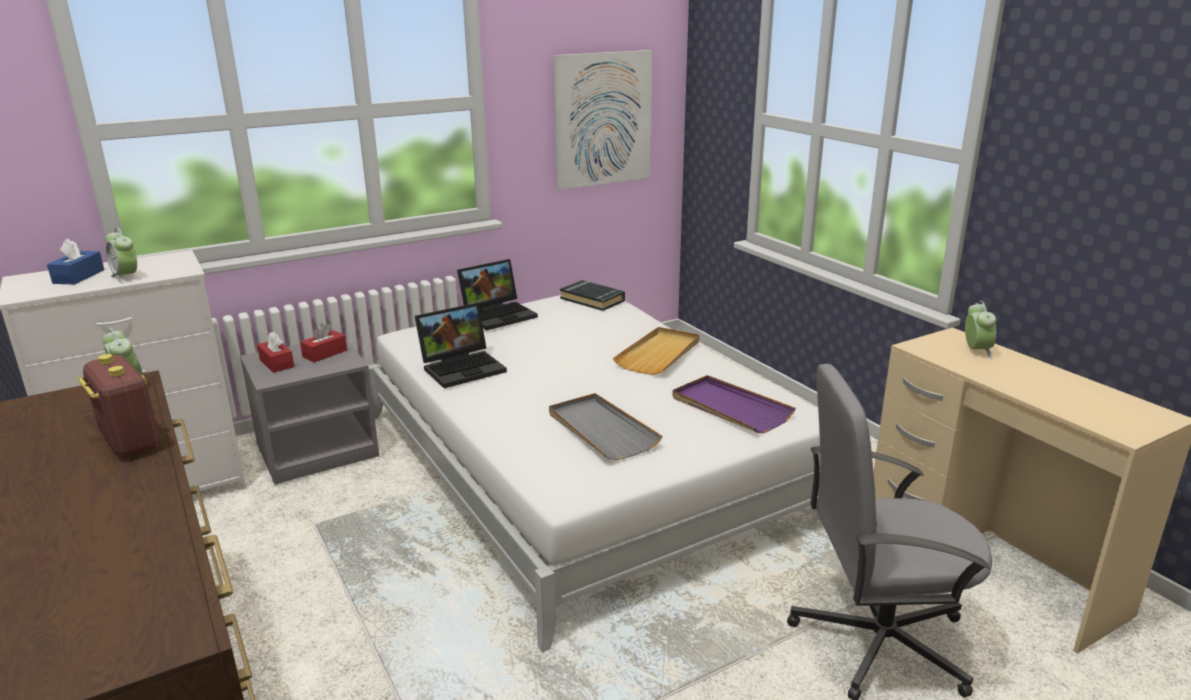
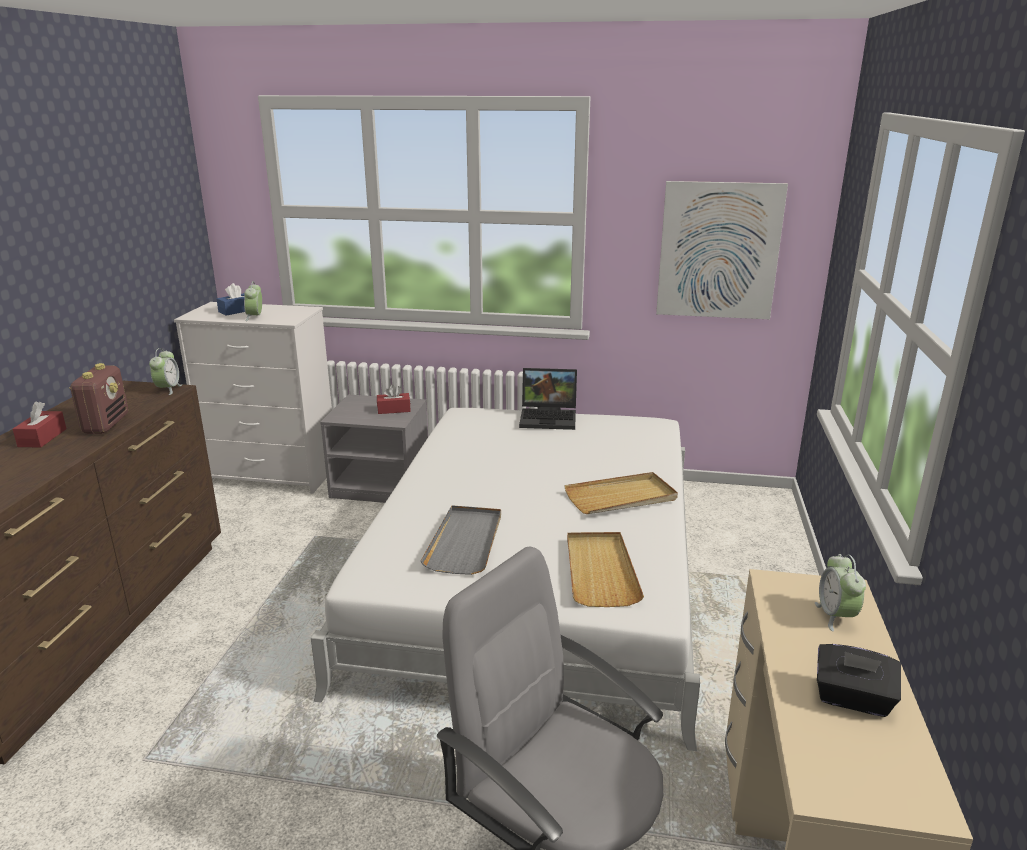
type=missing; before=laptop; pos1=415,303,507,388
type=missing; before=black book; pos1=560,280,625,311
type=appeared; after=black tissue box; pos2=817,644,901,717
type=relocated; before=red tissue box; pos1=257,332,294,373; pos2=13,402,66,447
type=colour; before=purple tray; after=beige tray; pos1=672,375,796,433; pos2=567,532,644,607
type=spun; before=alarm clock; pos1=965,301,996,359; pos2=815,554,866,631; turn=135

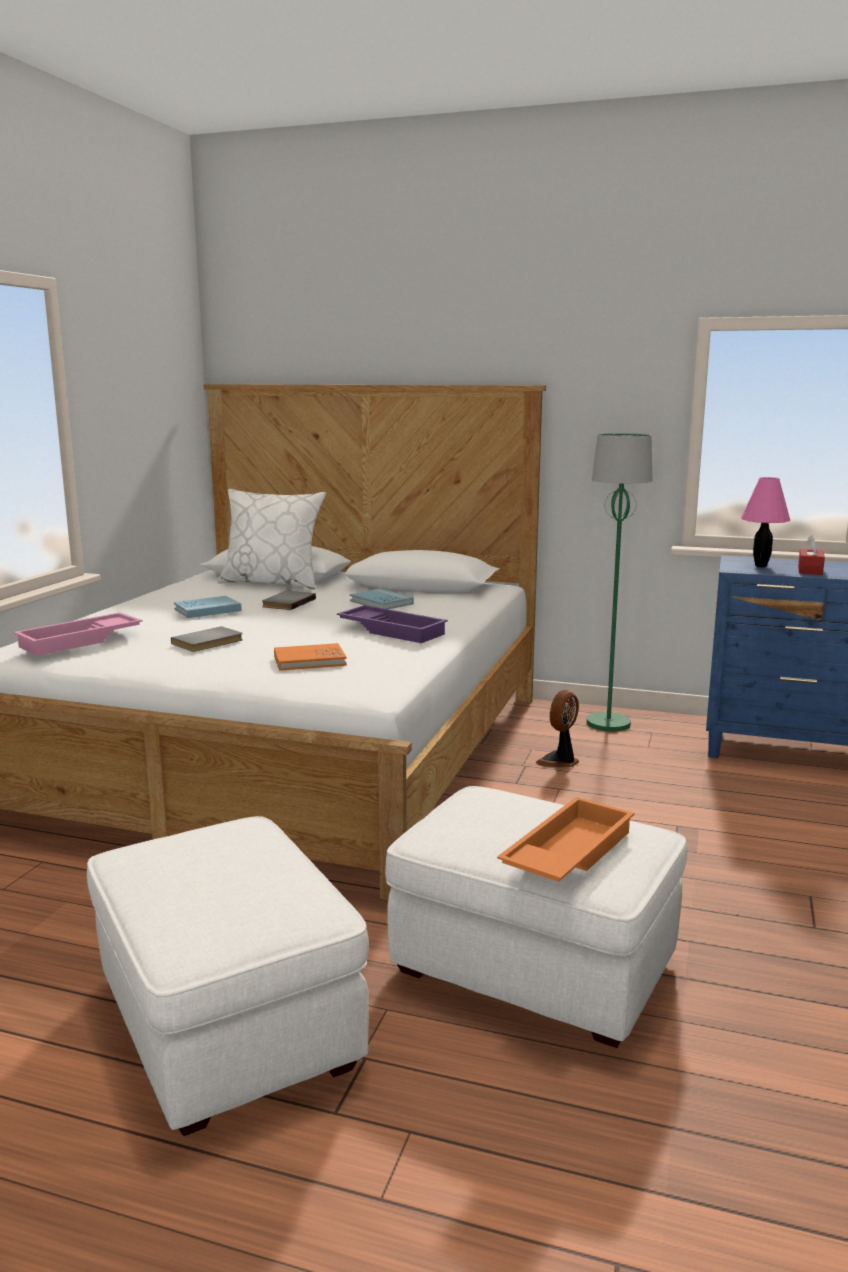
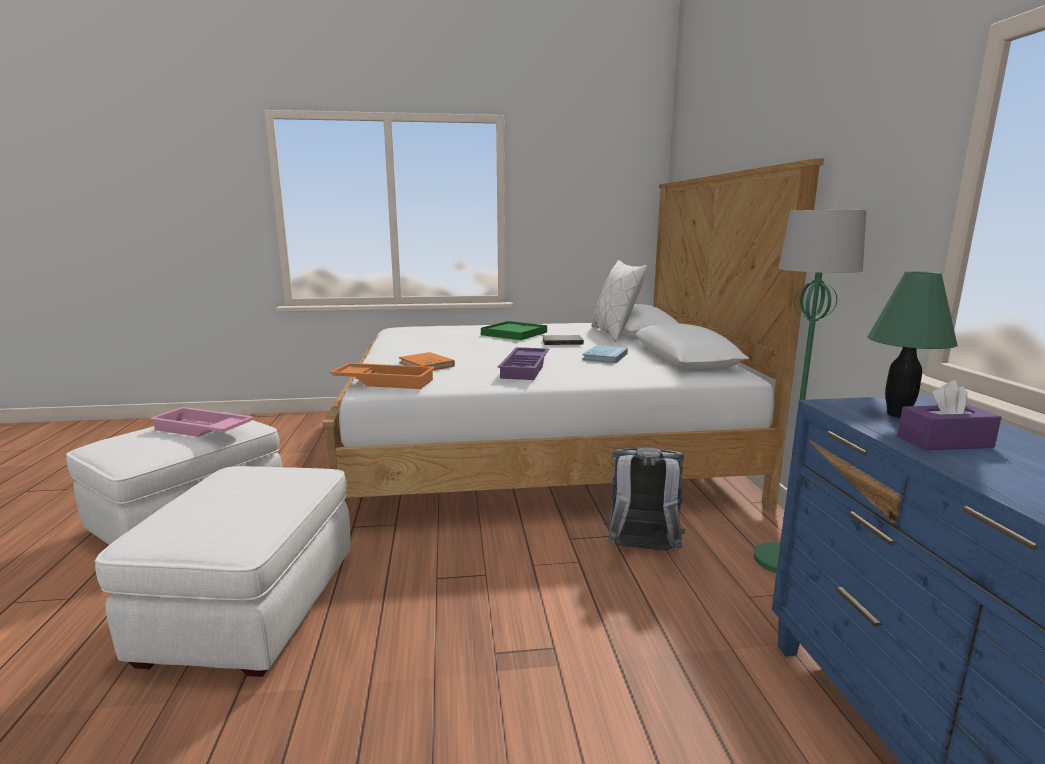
type=missing; before=grey book; pos1=171,626,243,652
type=relocated; before=pink tray; pos1=14,612,143,656; pos2=149,407,254,437
type=relocated; before=orange tray; pos1=497,797,635,882; pos2=329,363,435,389
type=exchanged; before=blue book; after=green tray; pos1=174,596,242,618; pos2=481,321,547,340
type=exchanged; before=fan; after=grey backpack; pos1=536,690,579,767; pos2=603,447,685,551
type=colour; before=pink table lamp; after=green table lamp; pos1=741,477,790,567; pos2=867,271,958,418
type=colour; before=red tissue box; after=purple tissue box; pos1=798,535,825,575; pos2=897,380,1002,450

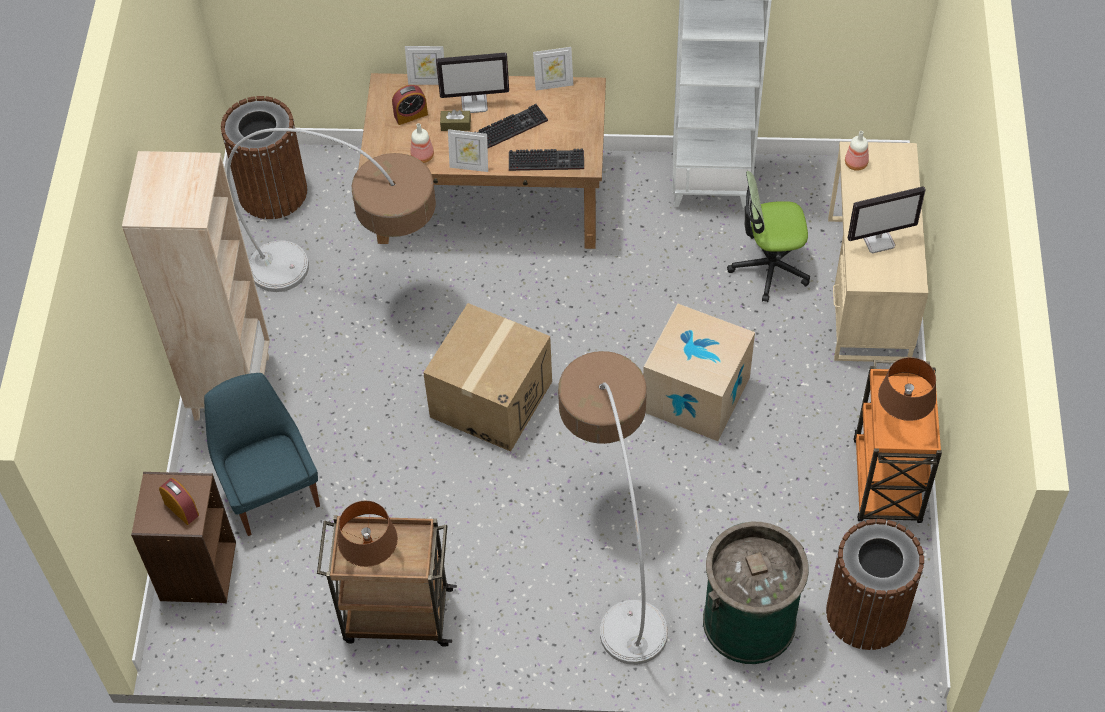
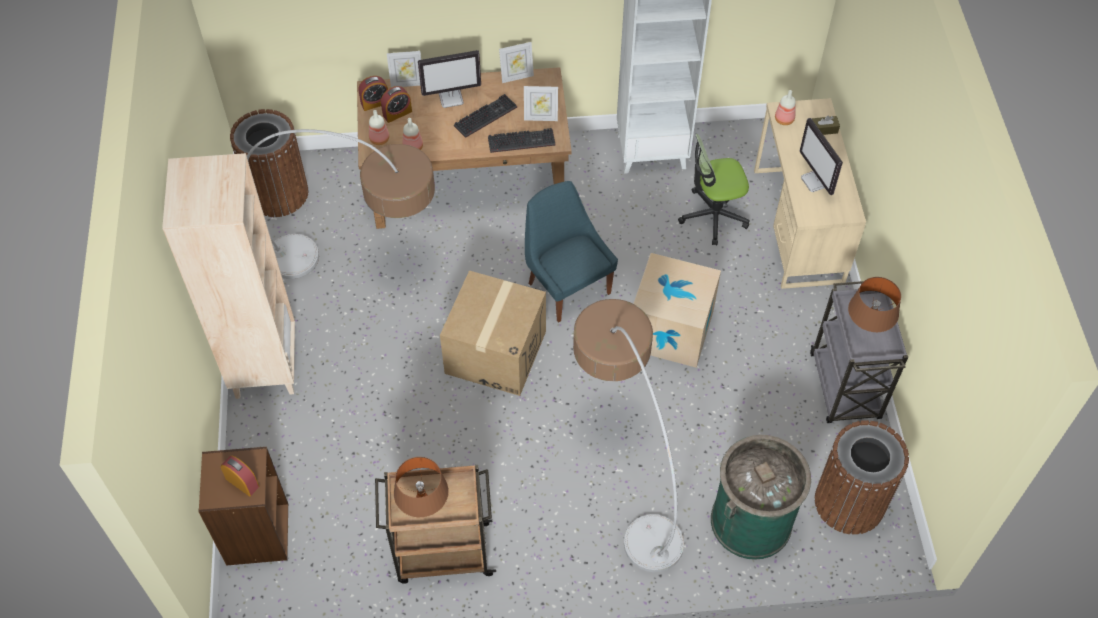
type=appeared; after=alarm clock; pos2=358,76,388,111
type=appeared; after=bottle; pos2=369,110,389,145
type=relocated; before=blue chair; pos1=204,373,320,536; pos2=525,181,618,322
type=relocated; before=brown tissue box; pos1=440,109,471,131; pos2=812,116,840,135
type=relocated; before=picture frame; pos1=448,129,488,172; pos2=524,86,558,121
type=colour; before=orange cart; after=grey cart; pos1=853,360,942,523; pos2=810,281,908,423
type=spun; before=monitor; pos1=848,186,926,253; pos2=799,118,843,195; turn=90

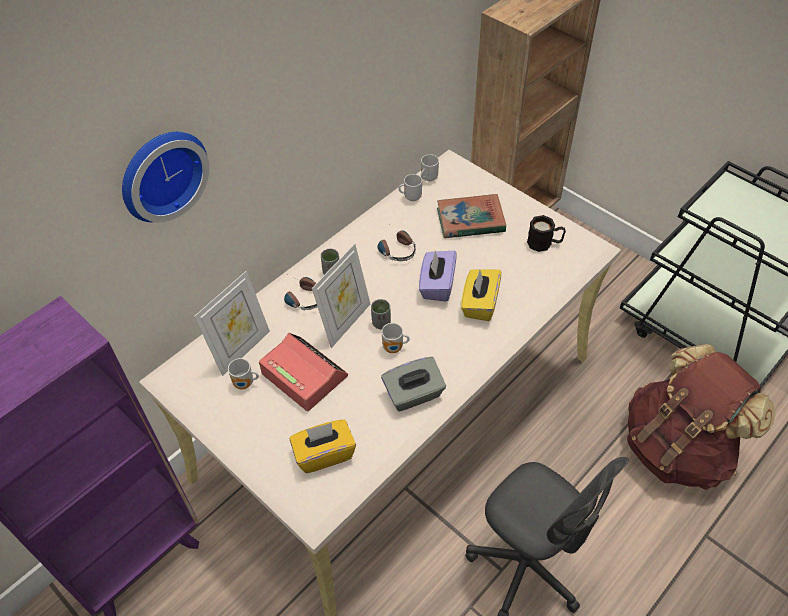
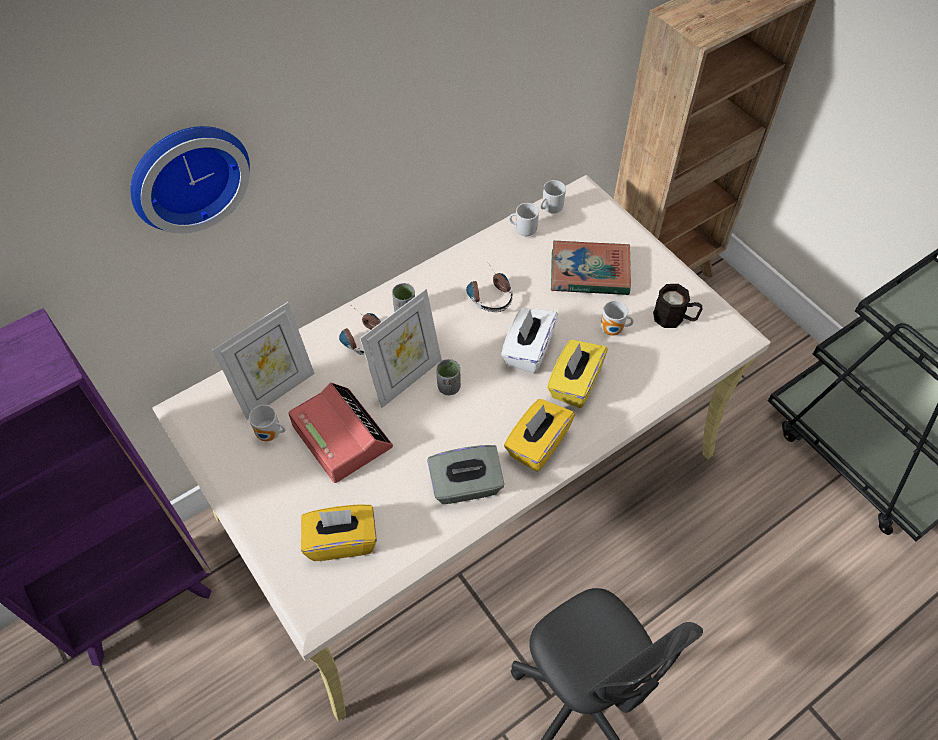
type=missing; before=brown backpack; pos1=627,344,776,490
type=appeared; after=yellow tissue box; pos2=504,399,575,472
type=relocated; before=mug; pos1=382,323,410,353; pos2=601,300,634,336
type=colour; before=purple tissue box; after=white tissue box; pos1=419,250,457,302; pos2=501,307,558,373

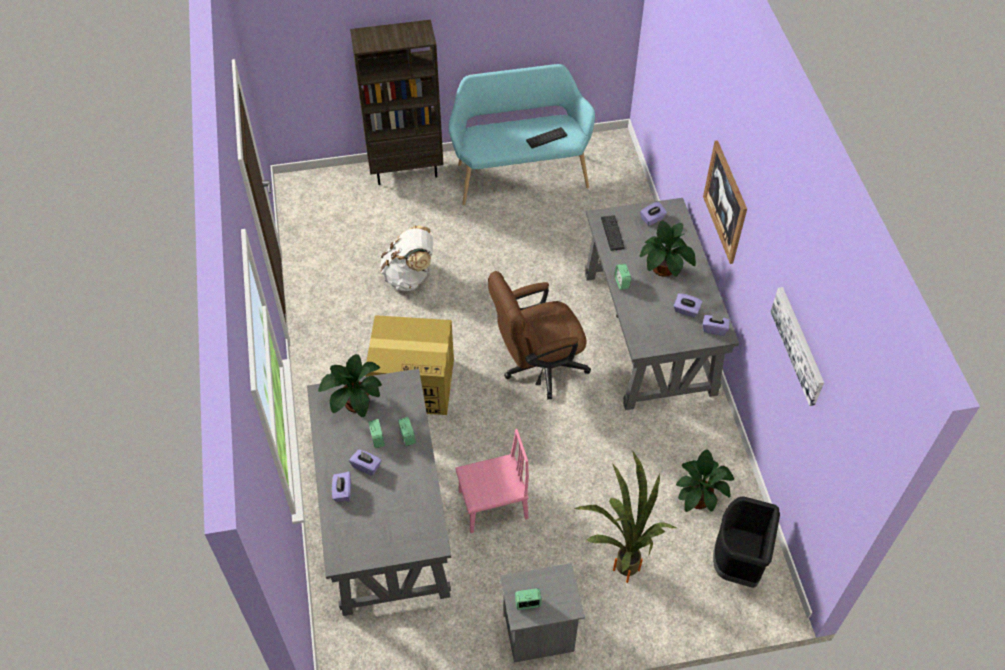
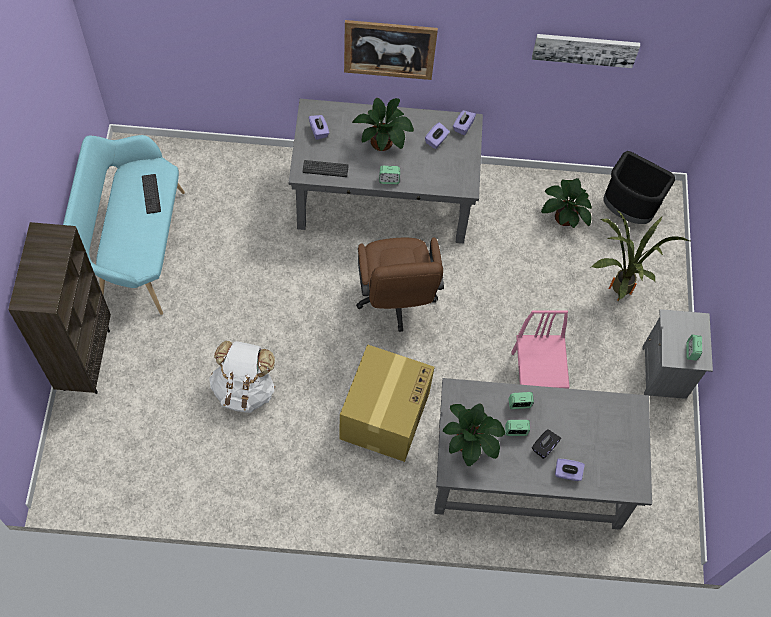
type=colour; before=purple tissue box; after=black tissue box; pos1=349,449,382,476; pos2=532,429,561,459

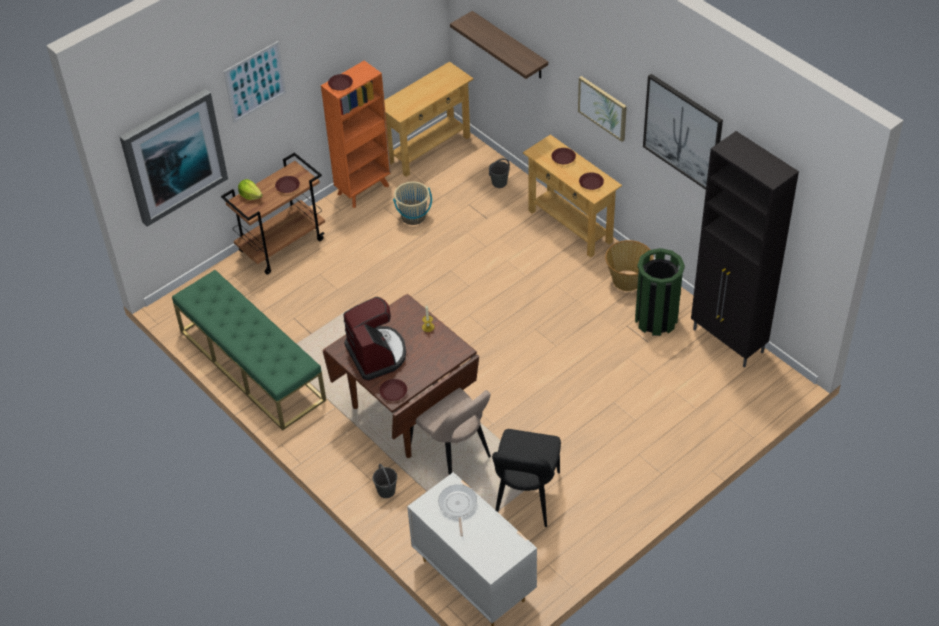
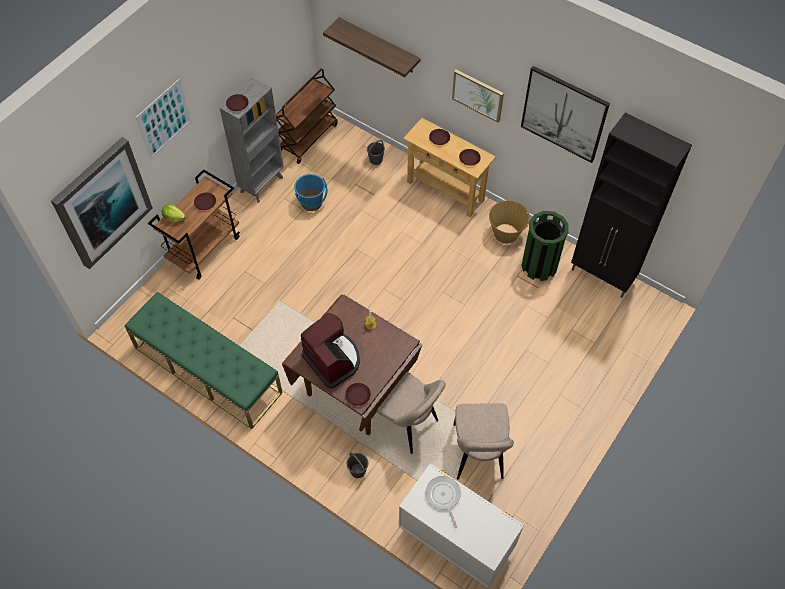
type=exchanged; before=beige console table; after=brown cart; pos1=384,62,474,177; pos2=276,68,338,164
type=colour; before=orange bookcase; after=grey bookcase; pos1=321,60,391,208; pos2=220,77,284,203
type=colour; before=beige bucket; after=blue bucket; pos1=393,182,432,225; pos2=294,174,328,211
type=colour; before=black chair; after=beige chair; pos1=492,429,561,527; pos2=453,403,514,480

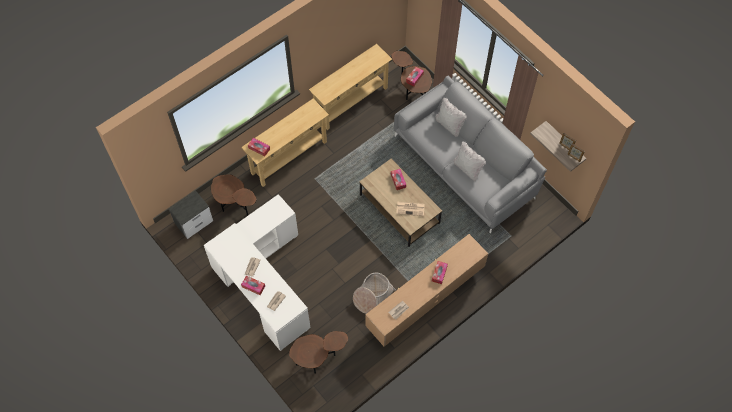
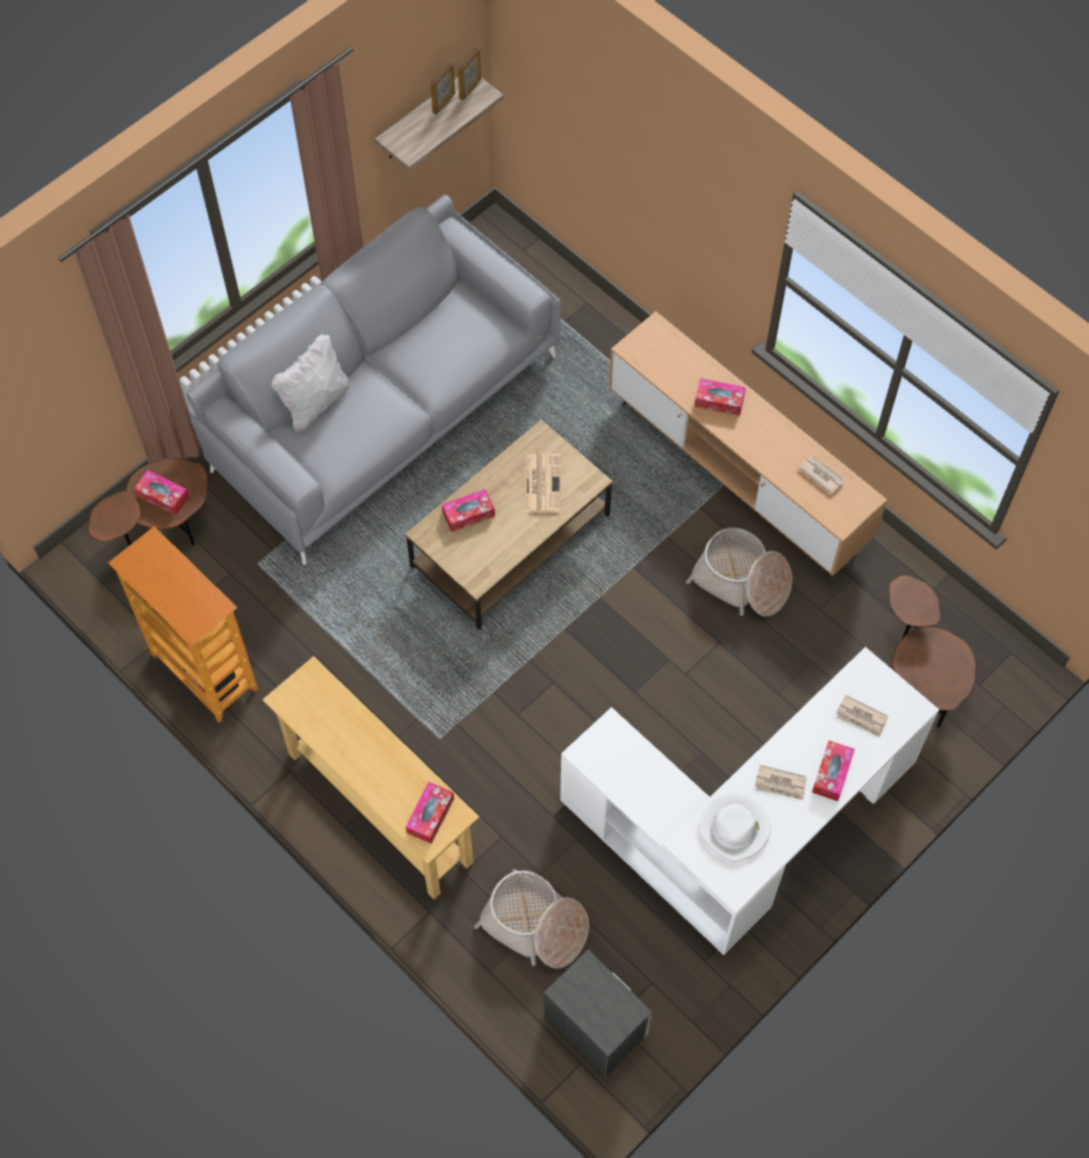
type=missing; before=white pillow; pos1=454,141,486,181
type=appeared; after=white hat; pos2=700,793,771,863
type=exchanged; before=brown side table; after=basket; pos1=211,174,256,215; pos2=474,869,589,969
type=exchanged; before=beige console table; after=bookcase; pos1=309,44,392,130; pos2=108,526,258,723

